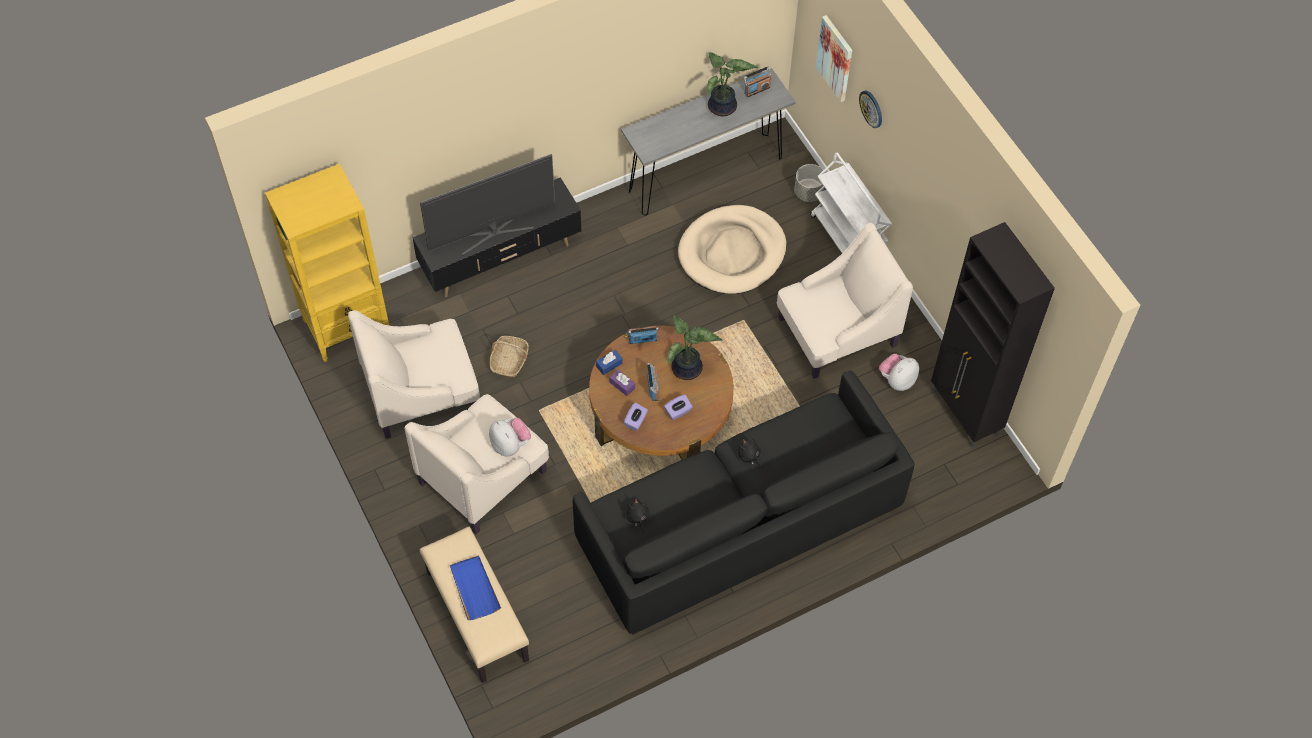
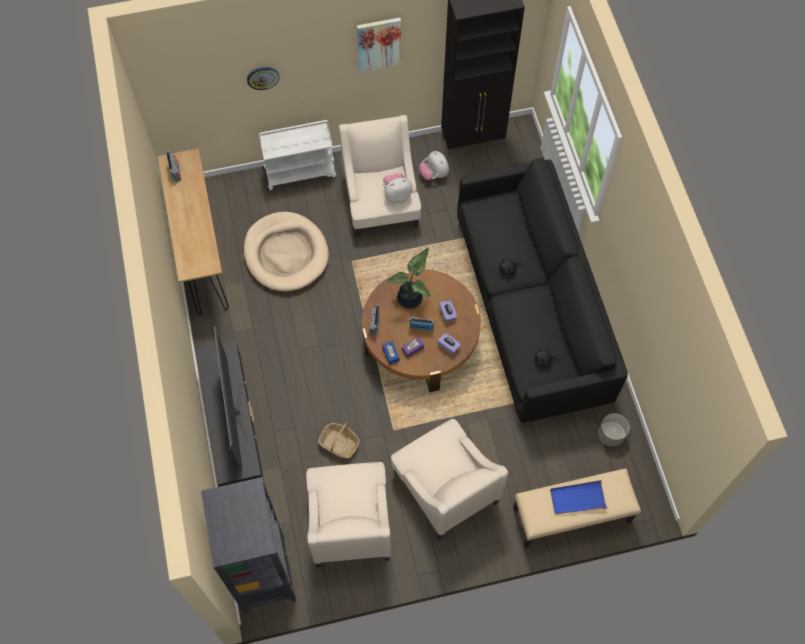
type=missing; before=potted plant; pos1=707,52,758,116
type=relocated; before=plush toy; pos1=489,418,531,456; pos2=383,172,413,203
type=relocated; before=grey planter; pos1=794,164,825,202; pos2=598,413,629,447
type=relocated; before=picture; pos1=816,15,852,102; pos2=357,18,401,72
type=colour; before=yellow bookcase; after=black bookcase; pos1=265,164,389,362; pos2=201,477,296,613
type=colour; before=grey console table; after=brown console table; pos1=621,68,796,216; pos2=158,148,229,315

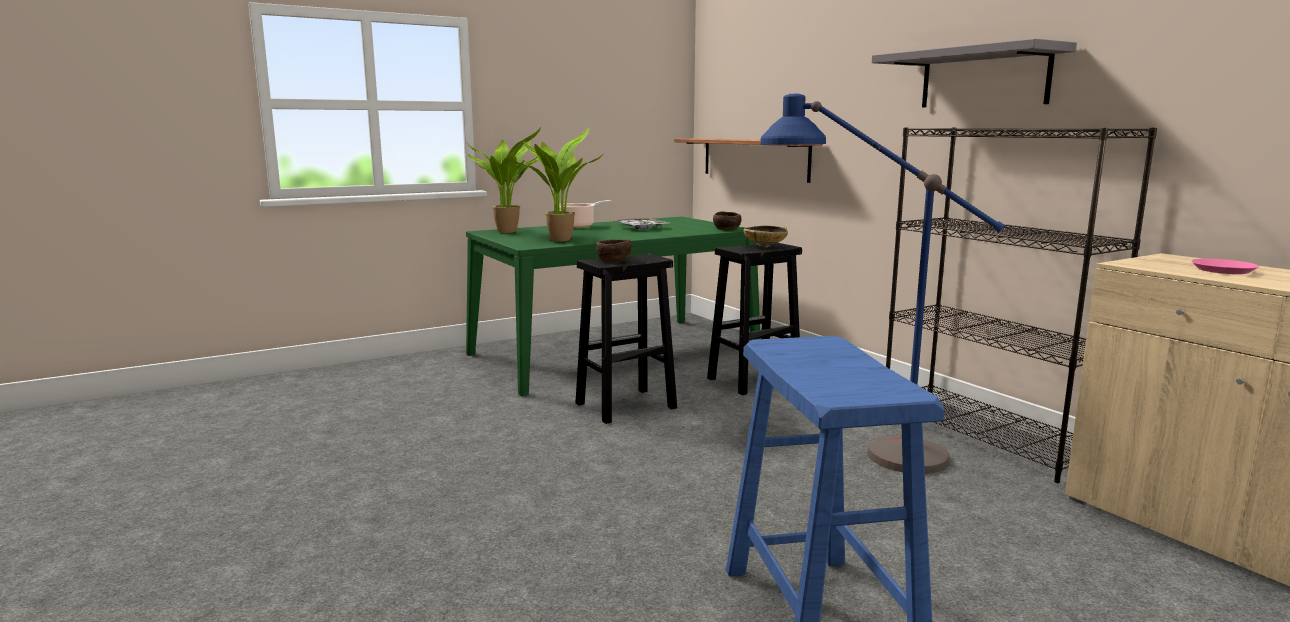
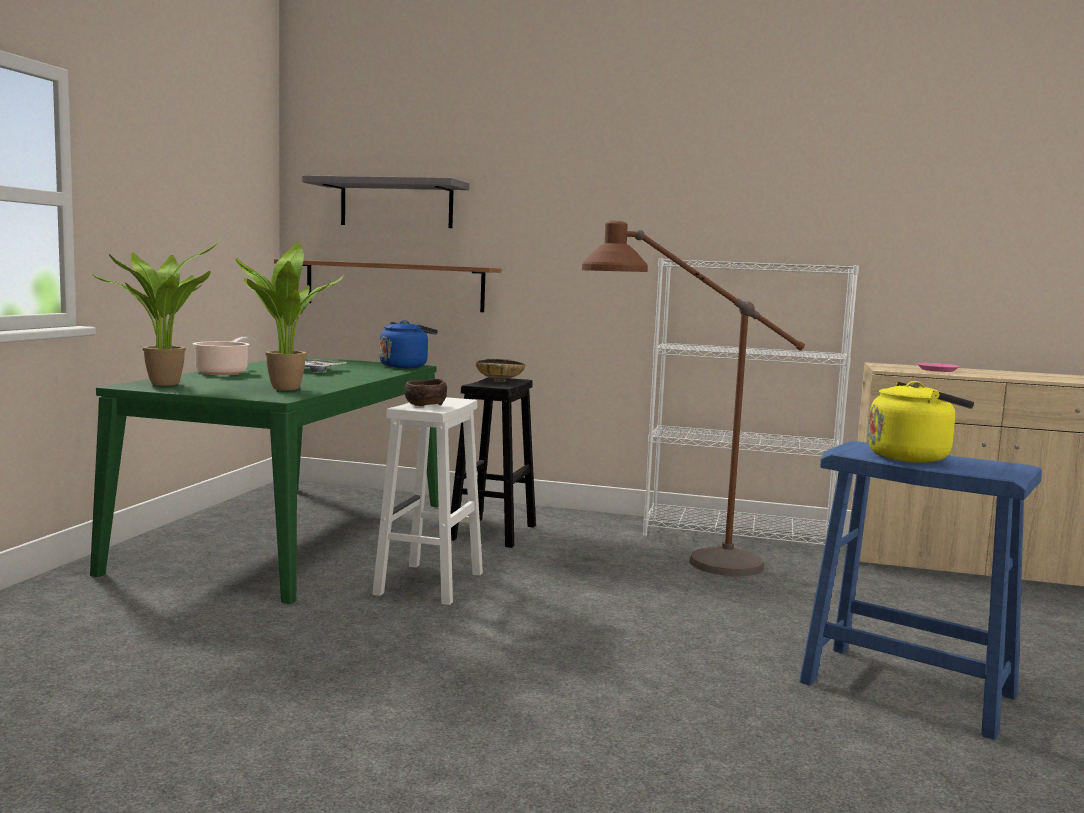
type=appeared; after=yellow kettle; pos2=868,381,974,463
type=relocated; before=grey shelf; pos1=872,39,1077,107; pos2=302,175,469,228
type=exchanged; before=brown bowl; after=blue kettle; pos1=713,211,741,230; pos2=379,320,438,368
type=colour; before=black stool; after=white stool; pos1=575,253,677,424; pos2=372,397,483,605
type=colour; before=blue floor lamp; after=brown floor lamp; pos1=760,94,1005,474; pos2=582,221,805,576
type=colour; before=black bookcase; after=white bookcase; pos1=886,127,1157,483; pos2=643,258,859,545

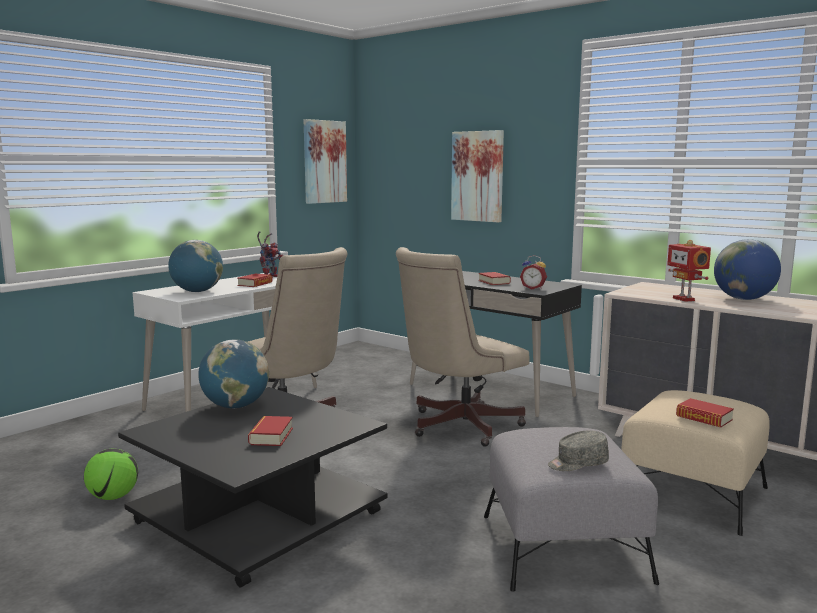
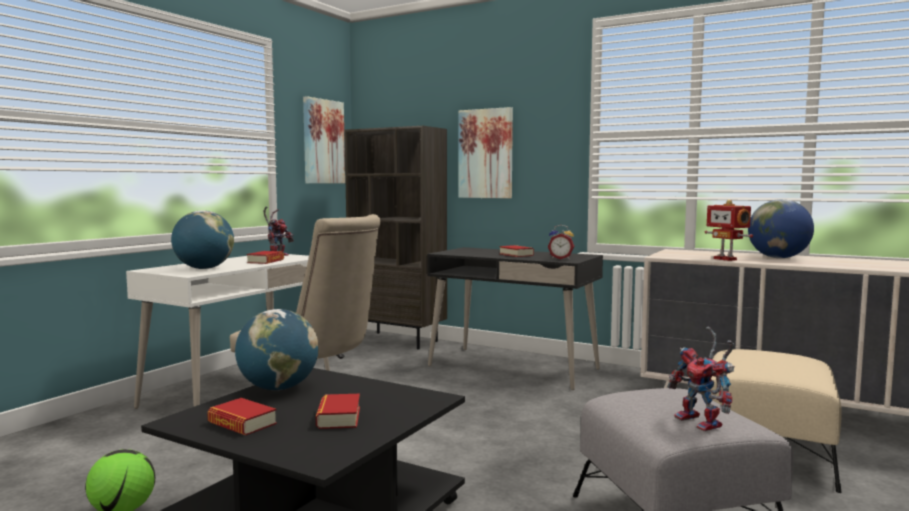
type=missing; before=beige office chair; pos1=396,247,530,447
type=appeared; after=brown bookcase; pos2=345,126,447,349
type=relocated; before=book; pos1=676,398,734,427; pos2=207,398,277,436
type=exchanged; before=grey cap; after=toy robot; pos1=548,430,609,471; pos2=667,326,735,431

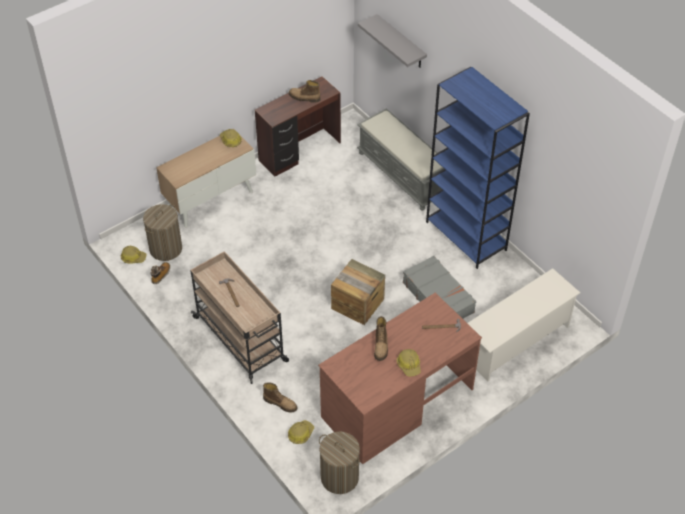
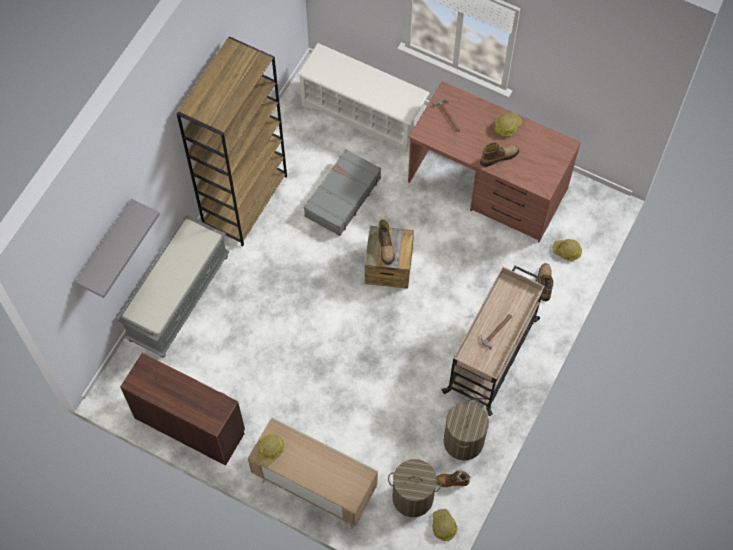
type=relocated; before=boot; pos1=288,80,321,103; pos2=378,219,395,265
type=relocated; before=laundry basket; pos1=319,431,360,494; pos2=443,399,489,460
type=colour; before=blue bookcase; after=brown bookcase; pos1=426,67,530,269; pos2=177,36,287,246

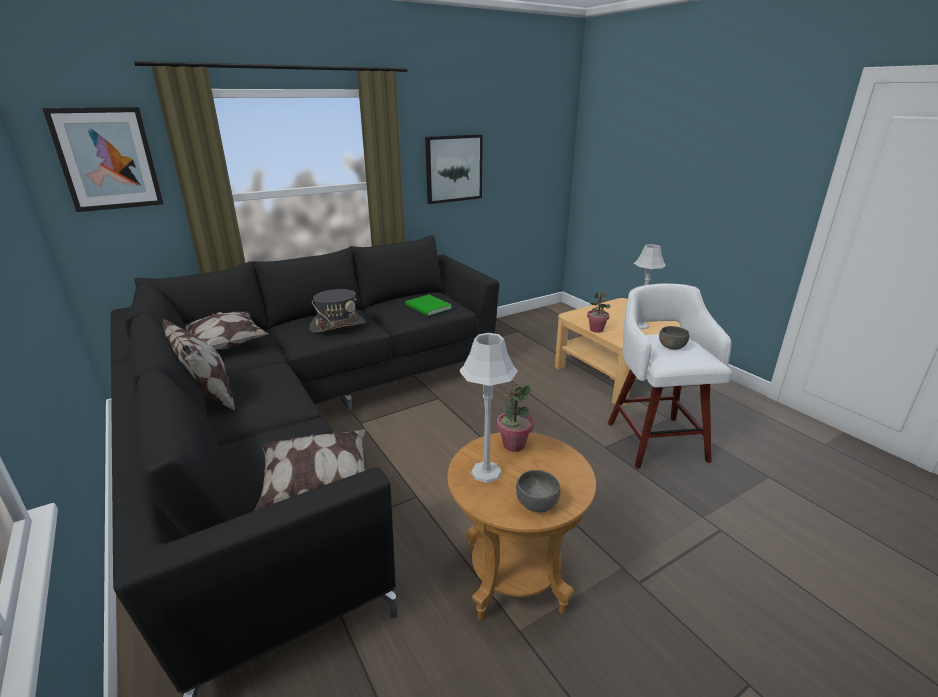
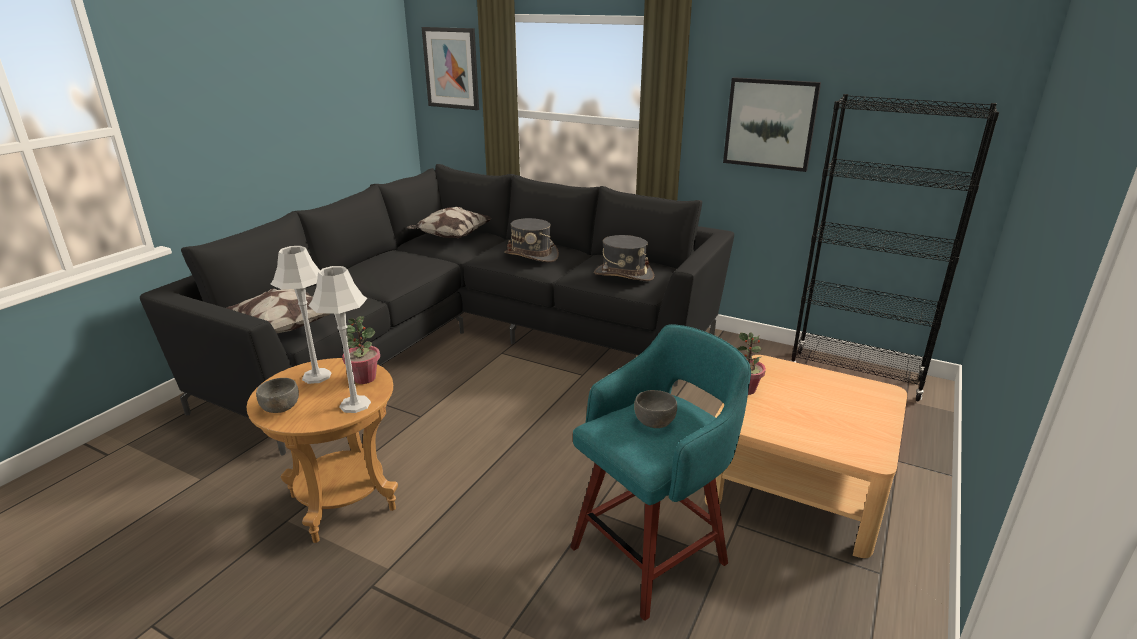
type=missing; before=pillow; pos1=162,319,235,410
type=appeared; after=black bookcase; pos2=790,94,999,401
type=relocated; before=grey table lamp; pos1=634,244,666,329; pos2=308,266,371,413
type=exchanged; before=green book; after=grey hat; pos1=405,295,452,316; pos2=594,235,654,281
type=colour; before=white stool; after=turquoise stool; pos1=608,283,732,469; pos2=570,324,751,621

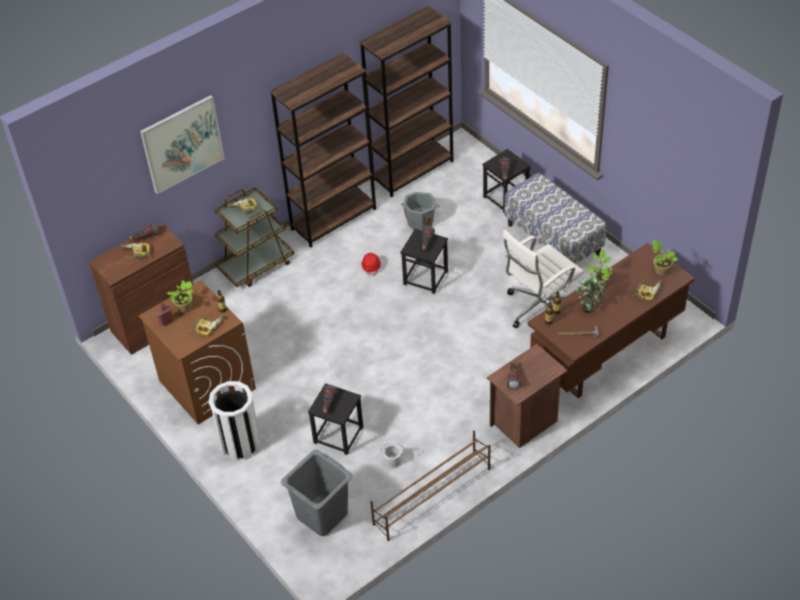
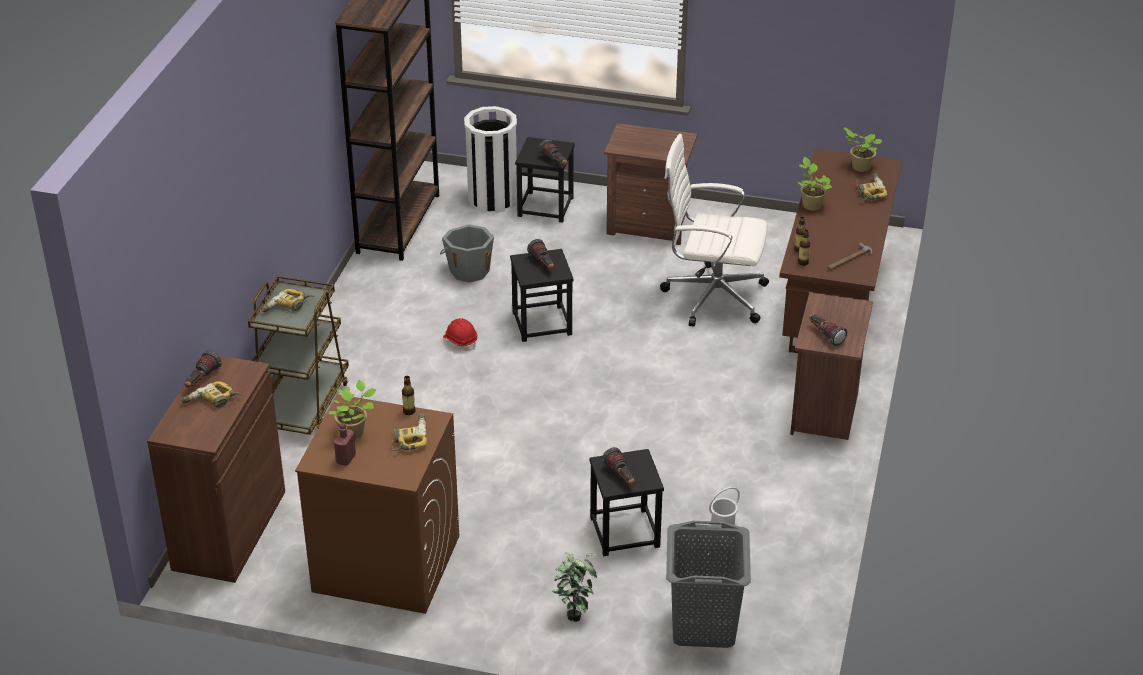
type=missing; before=picture; pos1=140,95,225,194
type=missing; before=brown bookcase; pos1=270,53,376,248
type=missing; before=brown shoe rack; pos1=370,430,490,541
type=relocated; before=white trash can; pos1=209,381,261,461; pos2=464,106,517,213
type=relocated; before=potted plant; pos1=575,271,608,314; pos2=552,553,597,622
type=exchanged; before=bench; after=brown nightstand; pos1=505,173,607,264; pos2=604,123,698,245
type=spun; before=white office chair; pos1=502,230,584,328; pos2=660,134,769,327; turn=90

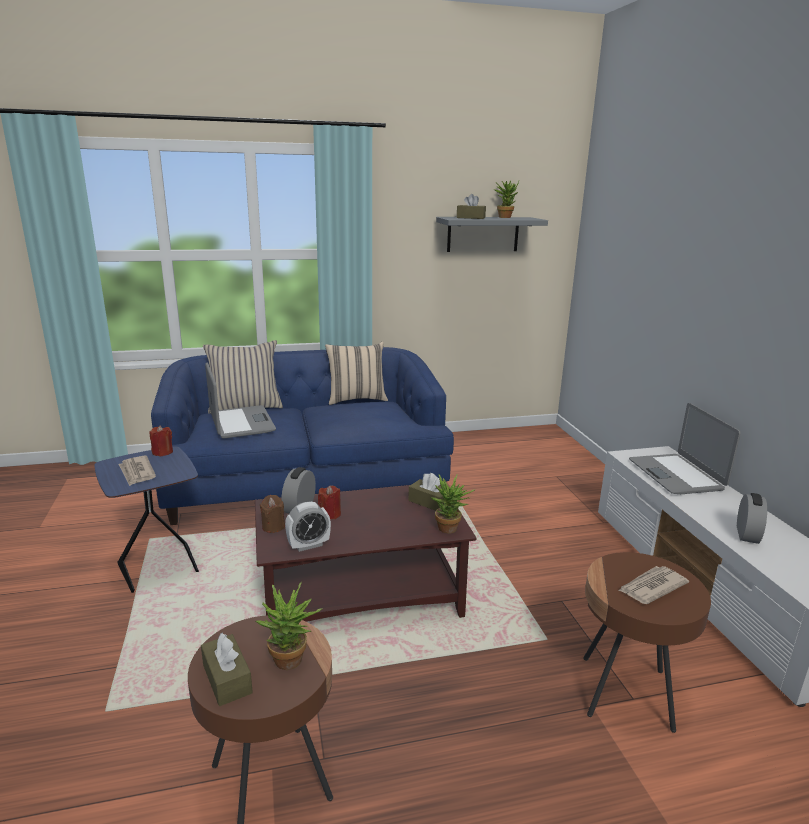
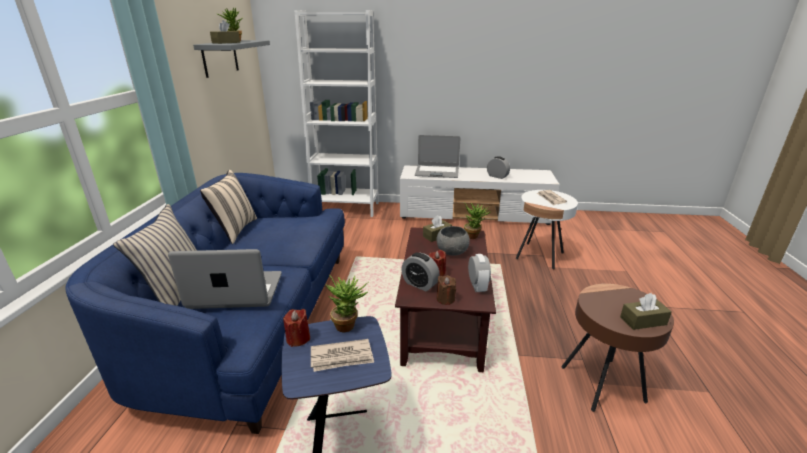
type=appeared; after=white bookcase; pos2=295,10,379,217
type=appeared; after=grey bowl; pos2=436,226,470,256
type=relocated; before=potted plant; pos1=256,582,322,670; pos2=326,275,369,332
type=colour; before=brown side table; after=white side table; pos1=583,552,711,733; pos2=516,190,578,269

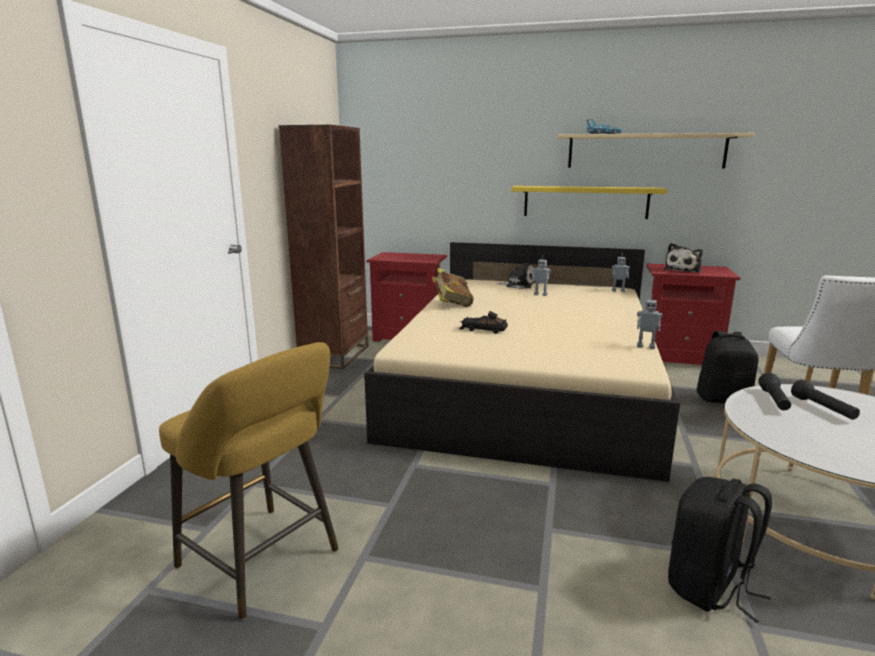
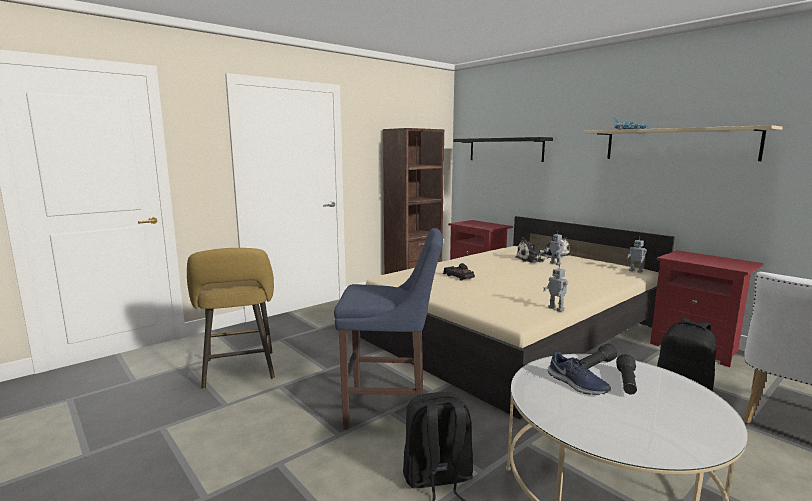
type=missing; before=book; pos1=432,268,473,307
type=missing; before=yellow shelf; pos1=511,186,667,219
type=appeared; after=blue stool; pos2=334,228,443,430
type=appeared; after=black shelf; pos2=453,137,553,162
type=appeared; after=blue shoe; pos2=548,352,611,395
type=relocated; before=plush toy; pos1=664,243,703,273; pos2=515,237,548,263

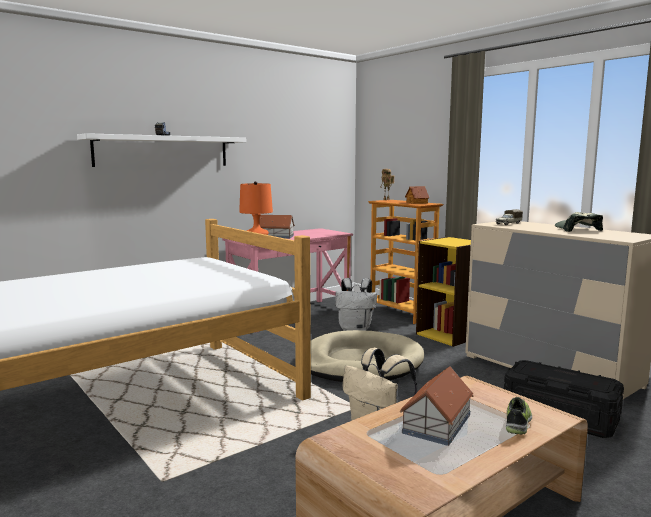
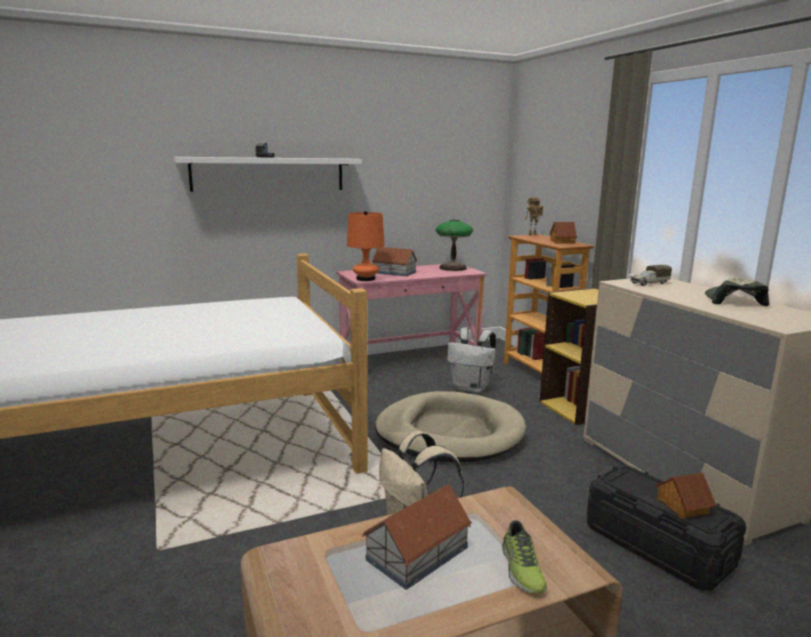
type=appeared; after=table lamp; pos2=436,220,473,271
type=appeared; after=toy house; pos2=655,473,717,518
type=spun; before=shoe; pos1=506,397,532,434; pos2=502,520,547,594; turn=135

